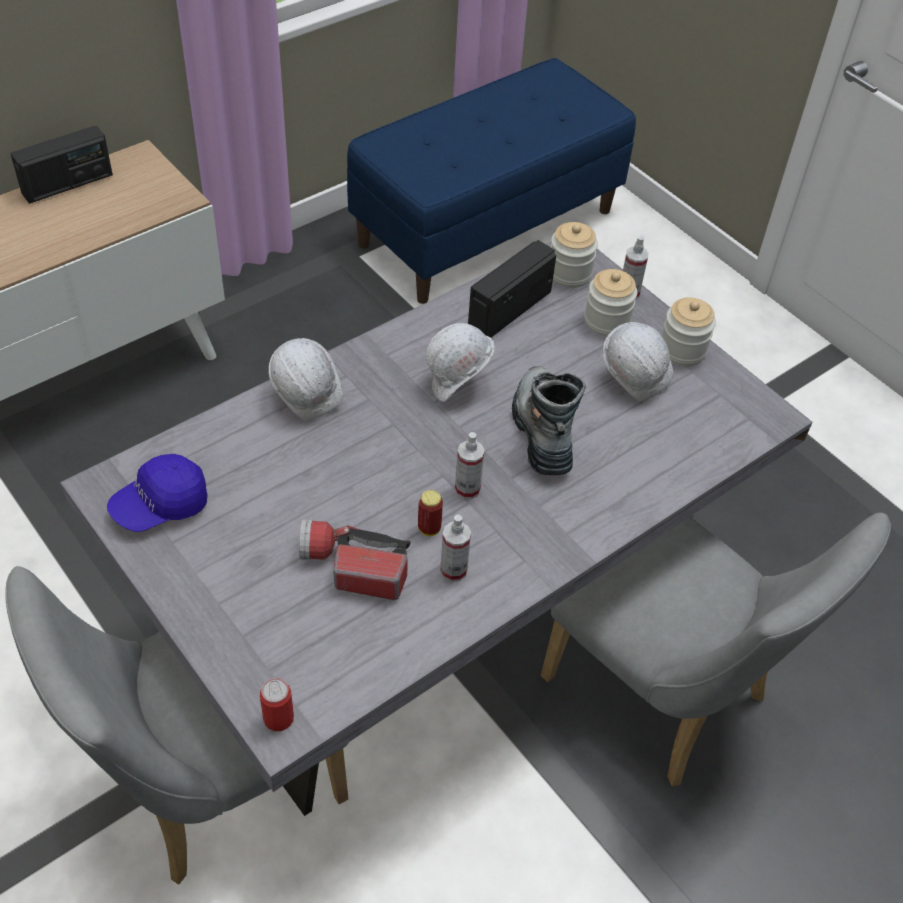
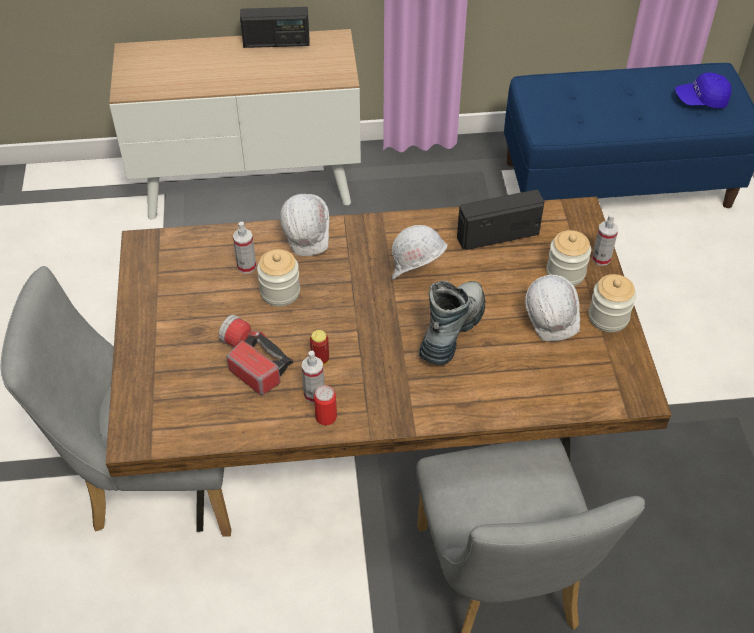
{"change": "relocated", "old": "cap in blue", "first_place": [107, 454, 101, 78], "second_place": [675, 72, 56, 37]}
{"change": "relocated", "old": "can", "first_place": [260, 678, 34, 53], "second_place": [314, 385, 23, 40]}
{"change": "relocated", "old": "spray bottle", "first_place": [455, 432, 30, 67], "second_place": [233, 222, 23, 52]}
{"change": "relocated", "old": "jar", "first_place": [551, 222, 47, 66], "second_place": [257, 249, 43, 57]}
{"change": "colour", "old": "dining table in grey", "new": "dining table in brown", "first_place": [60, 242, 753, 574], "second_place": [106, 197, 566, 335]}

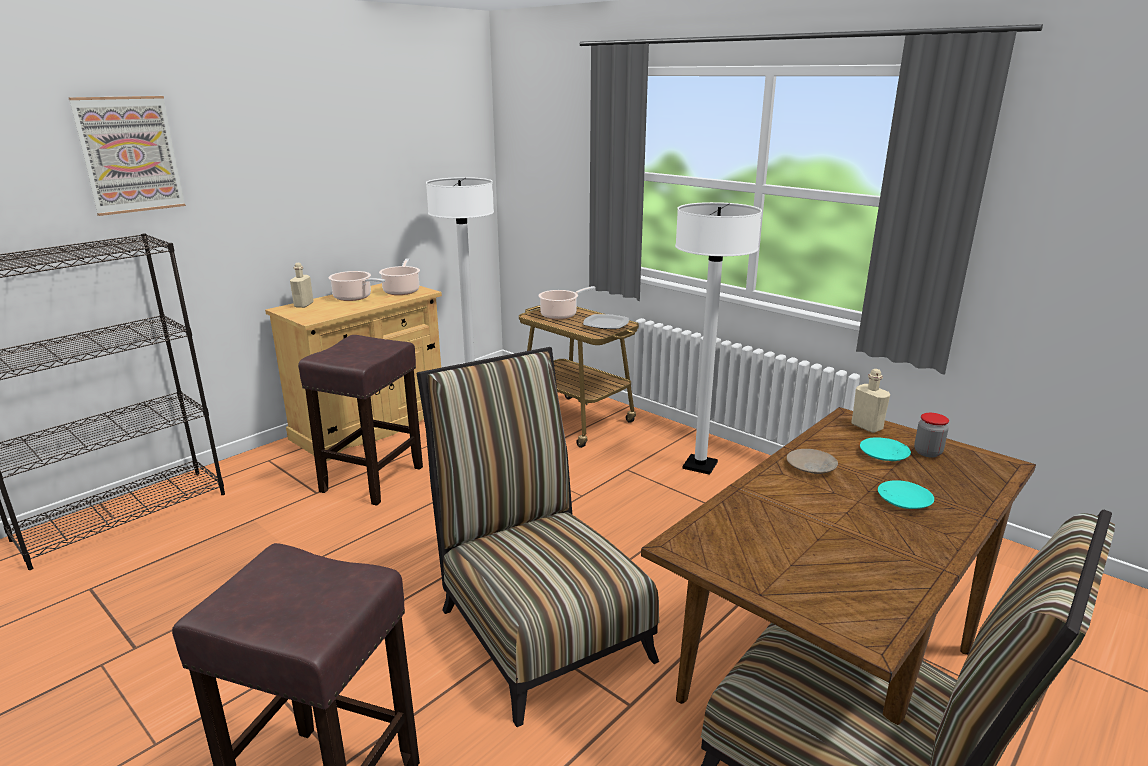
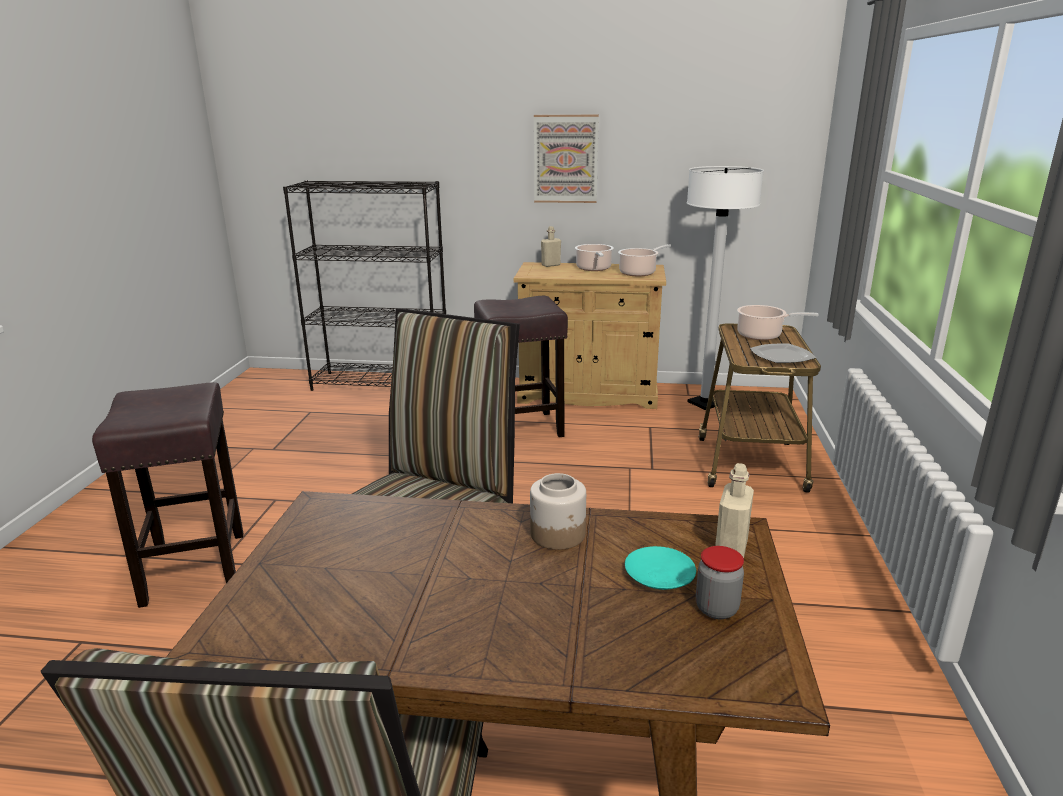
{"change": "missing", "old": "floor lamp in white", "first_place": [675, 202, 87, 273]}
{"change": "missing", "old": "plate in turquoise", "first_place": [878, 480, 56, 29]}
{"change": "relocated", "old": "picture", "first_place": [69, 96, 117, 120], "second_place": [534, 115, 65, 88]}
{"change": "exchanged", "old": "plate in beige", "new": "jar", "first_place": [787, 449, 51, 25], "second_place": [530, 473, 56, 77]}

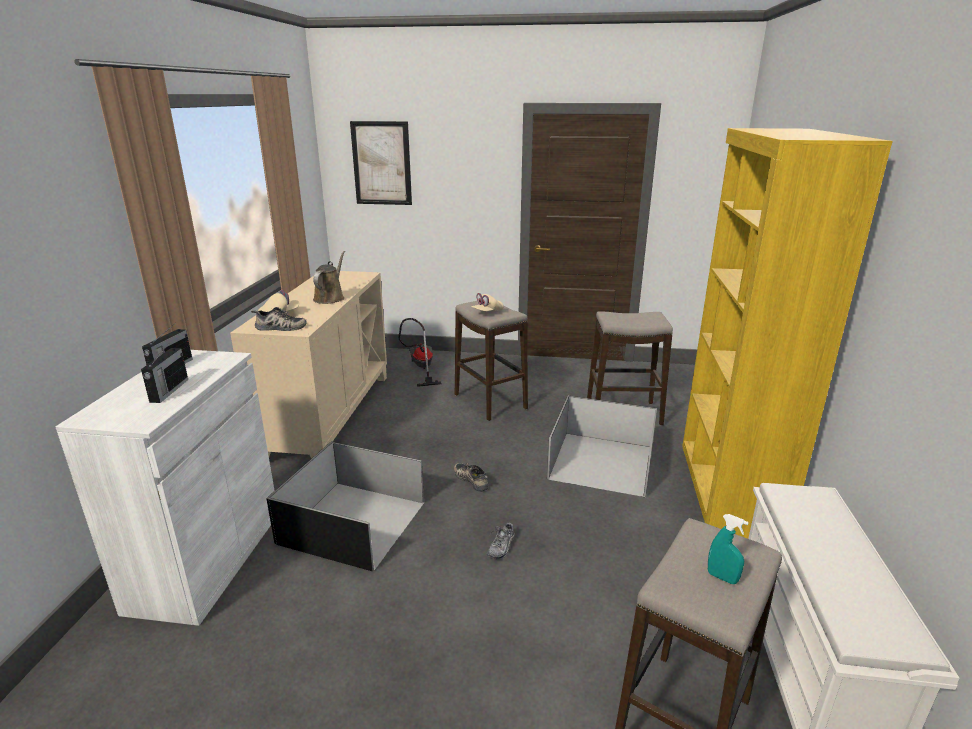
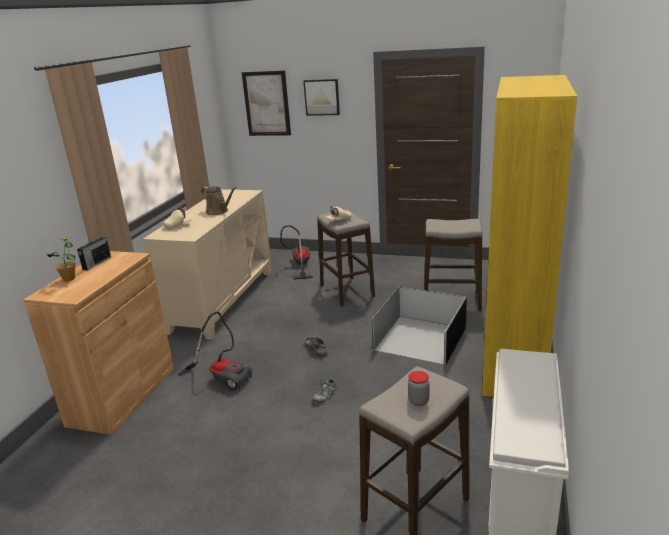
{"change": "missing", "old": "radio", "first_place": [141, 341, 47, 62]}
{"change": "missing", "old": "shoe", "first_place": [251, 307, 56, 24]}
{"change": "appeared", "new": "potted plant", "second_place": [46, 238, 30, 43]}
{"change": "appeared", "new": "picture", "second_place": [303, 79, 37, 37]}
{"change": "exchanged", "old": "storage box in black", "new": "vacuum cleaner", "first_place": [266, 441, 159, 131], "second_place": [178, 311, 74, 79]}
{"change": "exchanged", "old": "spray bottle in turquoise", "new": "jar", "first_place": [708, 514, 41, 70], "second_place": [408, 371, 21, 35]}
{"change": "colour", "old": "cabinet in white", "new": "cabinet in brown", "first_place": [55, 350, 220, 276], "second_place": [24, 251, 150, 184]}
{"change": "spun", "old": "watering can in brown", "first_place": [313, 251, 32, 53], "second_place": [201, 186, 35, 29], "degrees": 105}

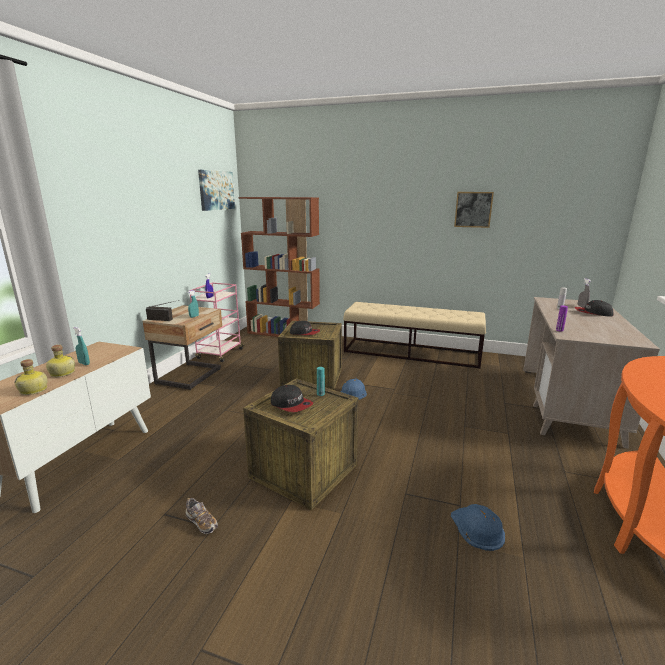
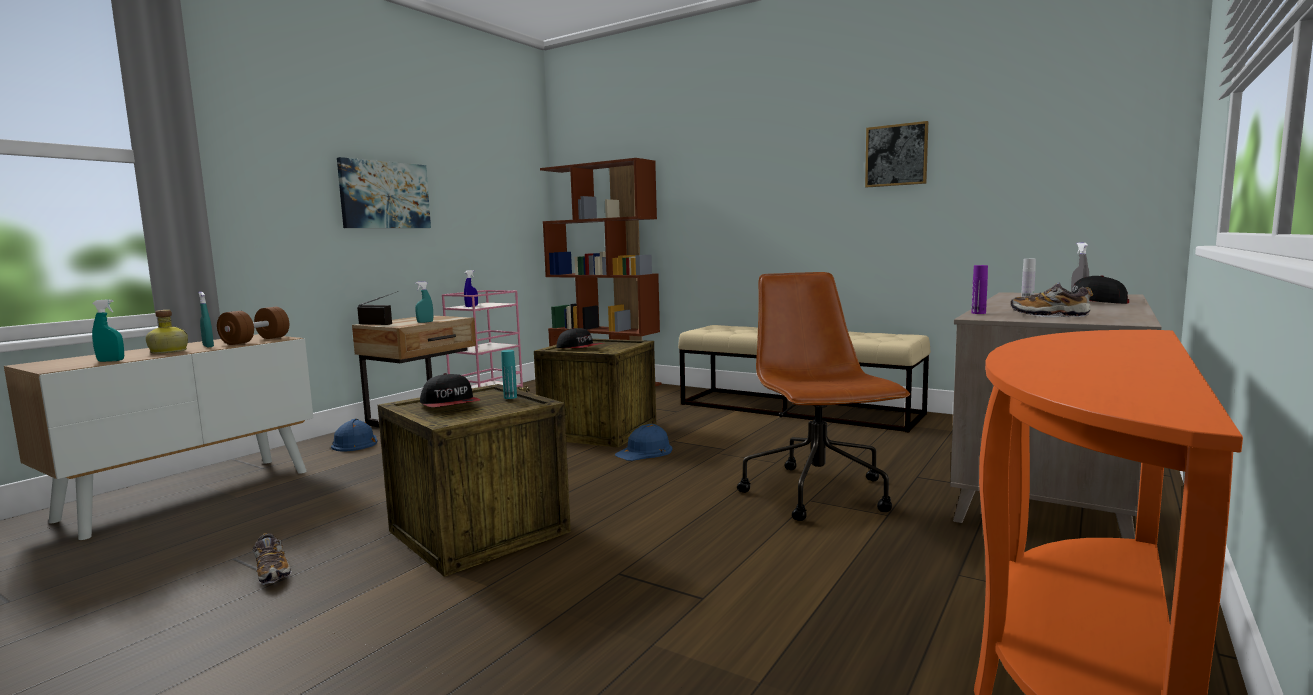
{"change": "appeared", "new": "dumbbell in brown", "second_place": [217, 307, 72, 38]}
{"change": "appeared", "new": "office chair in brown", "second_place": [737, 272, 173, 249]}
{"change": "appeared", "new": "shoe", "second_place": [1011, 282, 82, 35]}
{"change": "relocated", "old": "picture", "first_place": [198, 170, 37, 41], "second_place": [337, 157, 94, 71]}
{"change": "relocated", "old": "hard hat in blue", "first_place": [451, 504, 54, 47], "second_place": [331, 419, 47, 32]}
{"change": "exchanged", "old": "bottle", "new": "spray bottle in turquoise", "first_place": [14, 359, 33, 36], "second_place": [92, 299, 32, 63]}

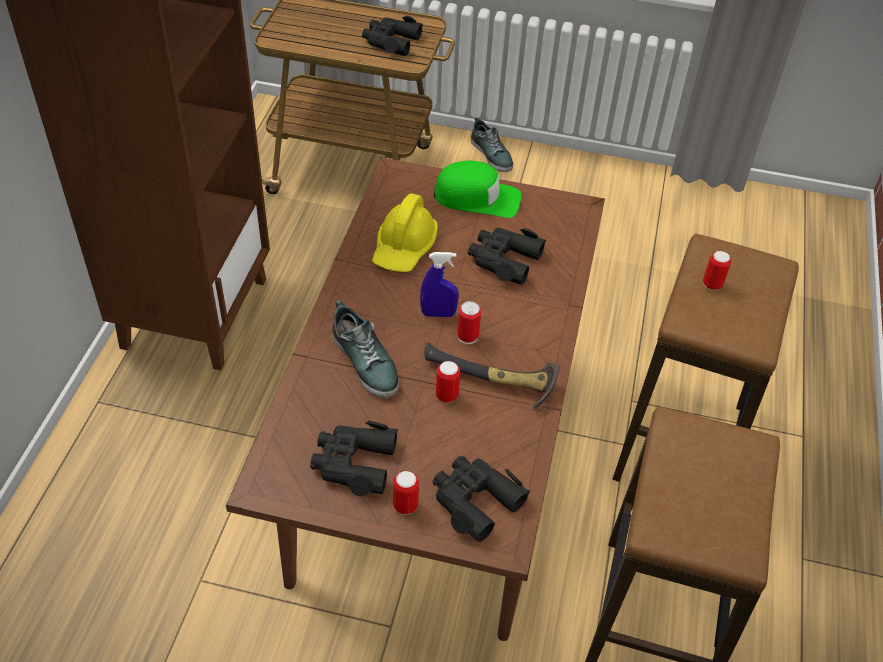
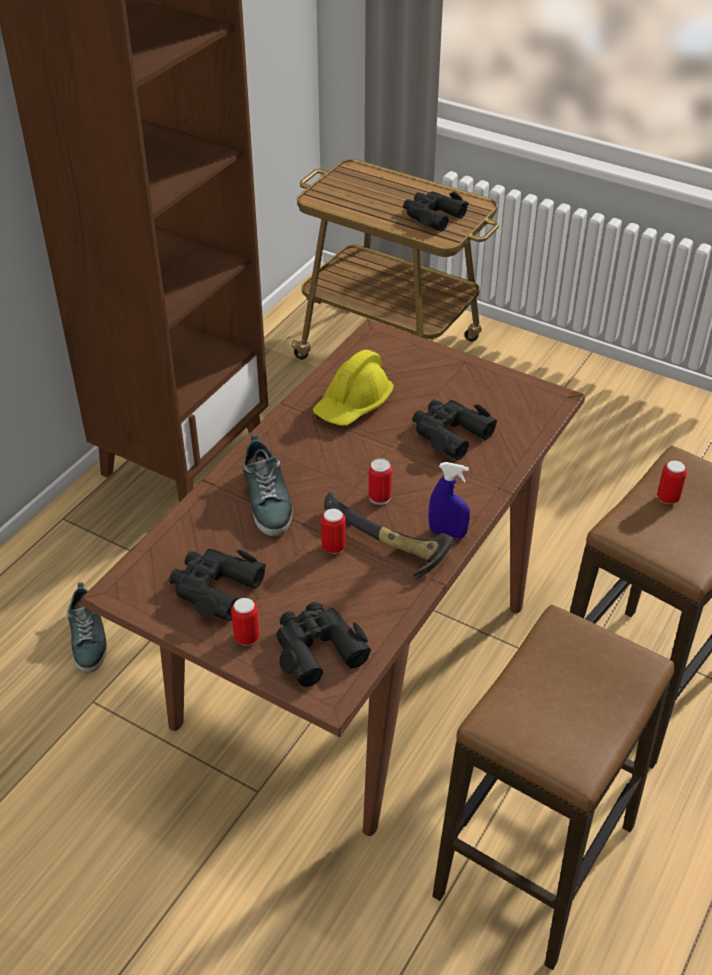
{"change": "missing", "old": "cap in green", "first_place": [434, 161, 87, 57]}
{"change": "relocated", "old": "spray bottle in blue", "first_place": [420, 252, 39, 65], "second_place": [429, 462, 41, 77]}
{"change": "relocated", "old": "shoe", "first_place": [470, 118, 43, 54], "second_place": [67, 582, 40, 91]}

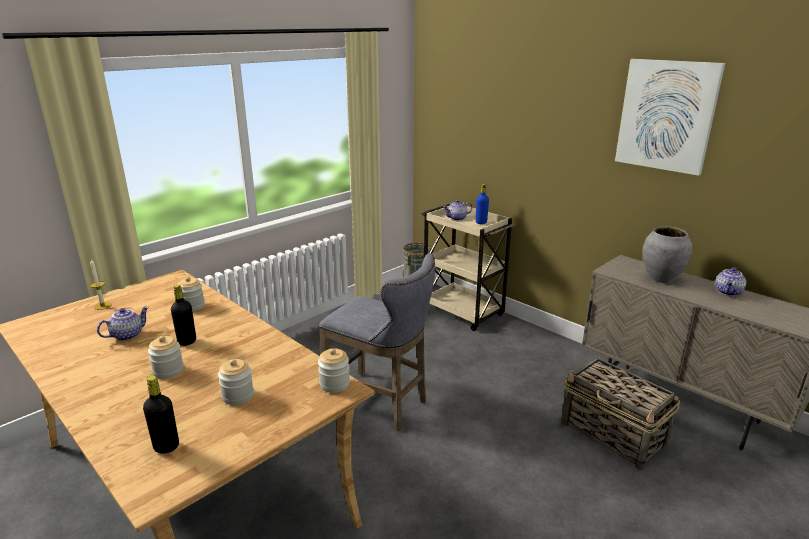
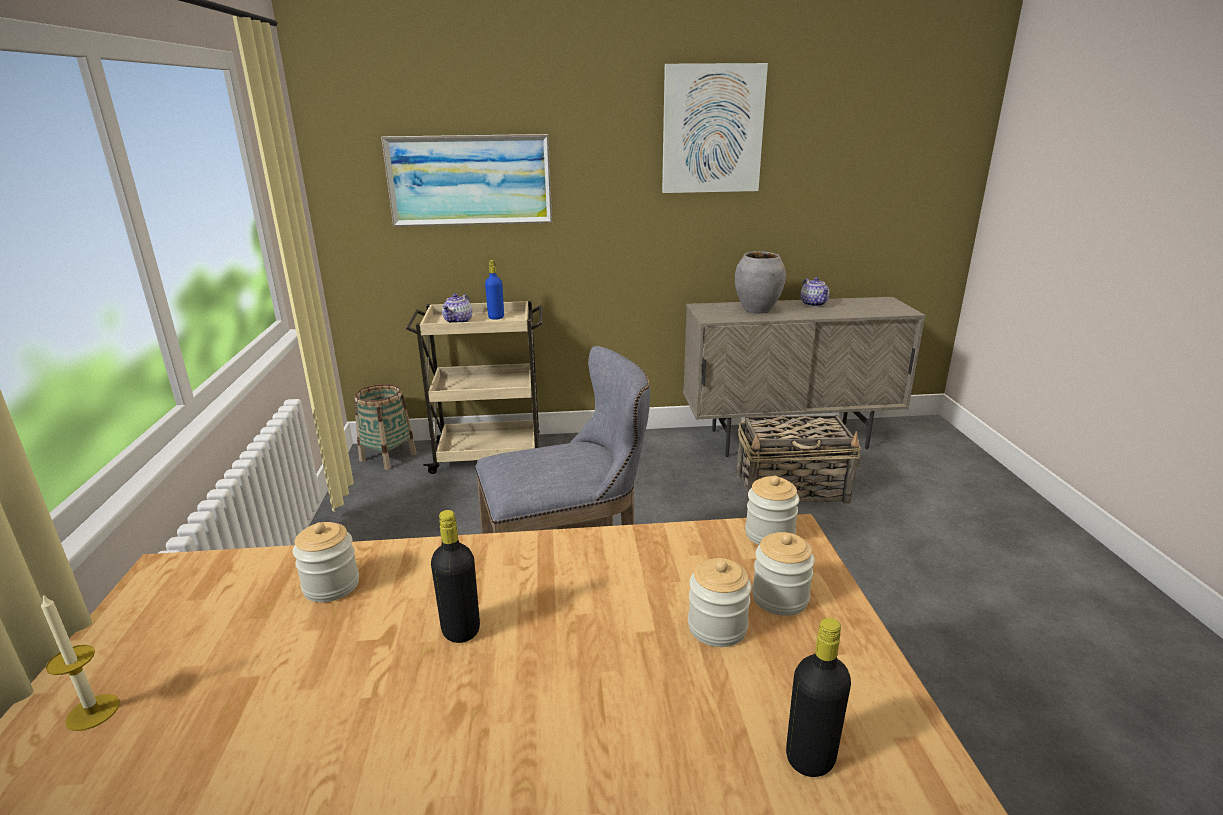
{"change": "missing", "old": "teapot", "first_place": [97, 307, 52, 34]}
{"change": "appeared", "new": "picture", "second_place": [381, 134, 171, 93]}
{"change": "relocated", "old": "jar", "first_place": [148, 336, 36, 43], "second_place": [752, 532, 63, 84]}

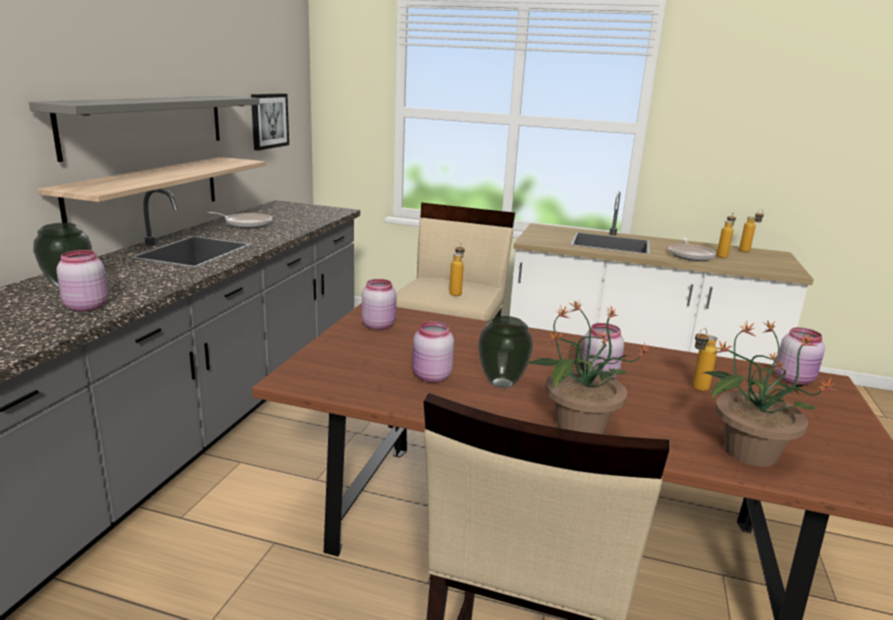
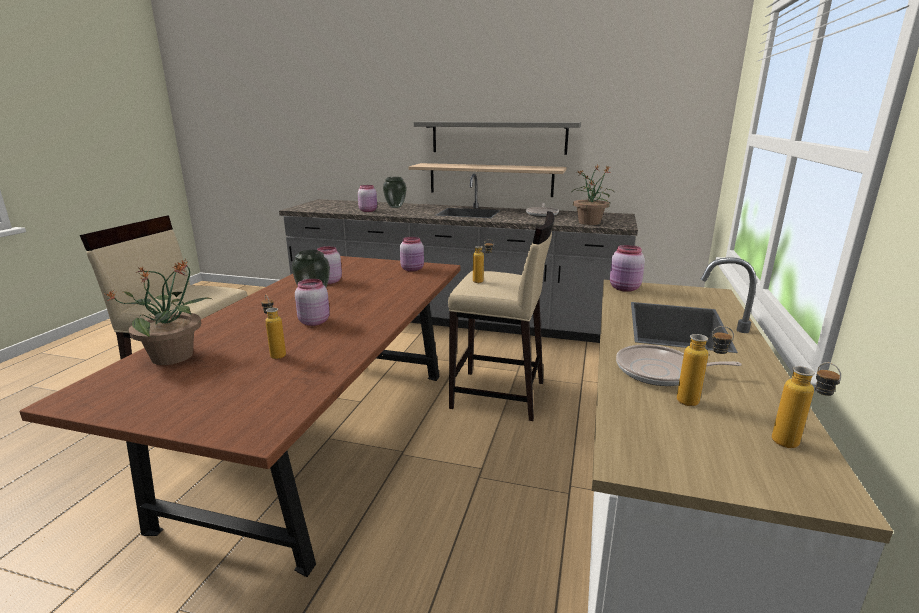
{"change": "missing", "old": "picture", "first_place": [251, 93, 38, 57]}
{"change": "relocated", "old": "potted plant", "first_place": [525, 301, 125, 133], "second_place": [573, 165, 41, 60]}
{"change": "relocated", "old": "jar in pink", "first_place": [775, 327, 50, 58], "second_place": [610, 245, 35, 47]}

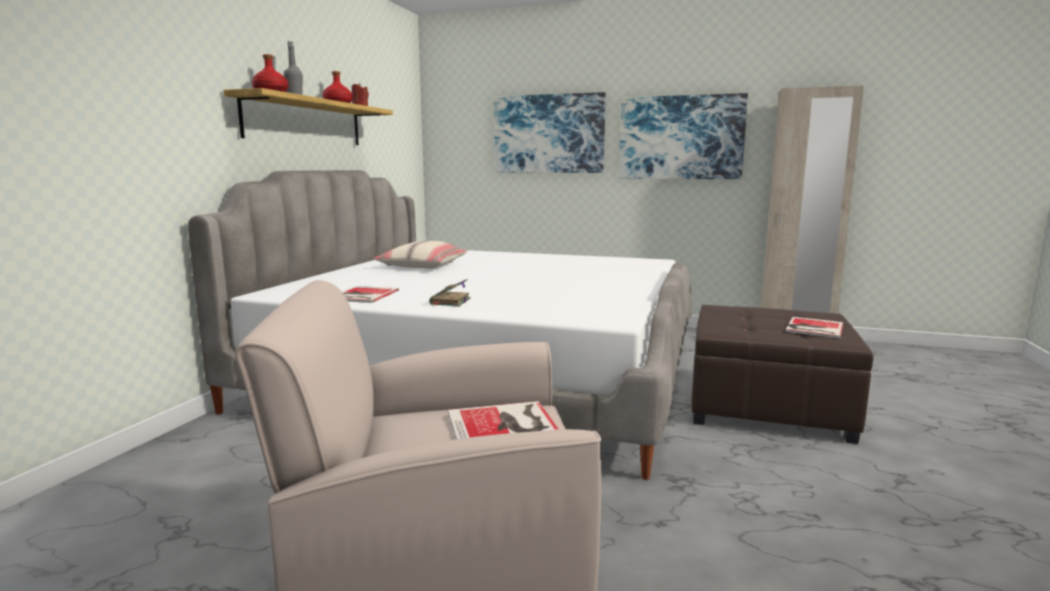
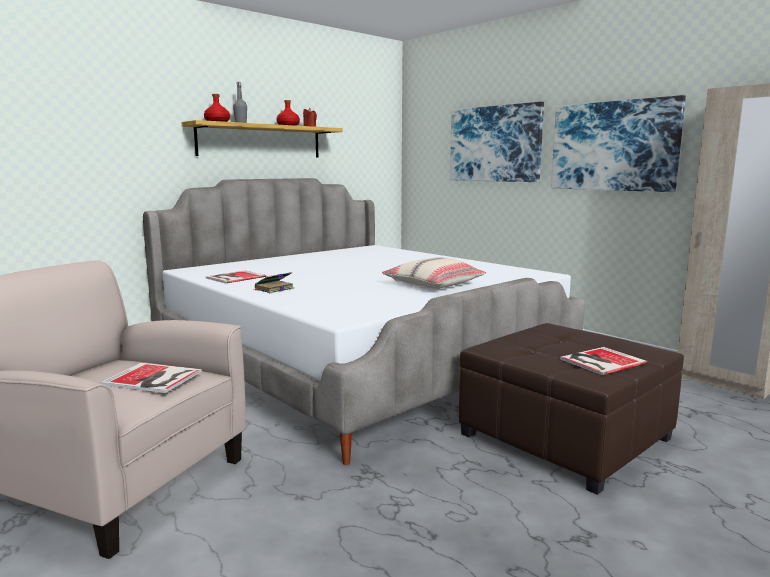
{"change": "relocated", "old": "pillow in beige", "first_place": [373, 241, 94, 28], "second_place": [382, 257, 104, 32]}

